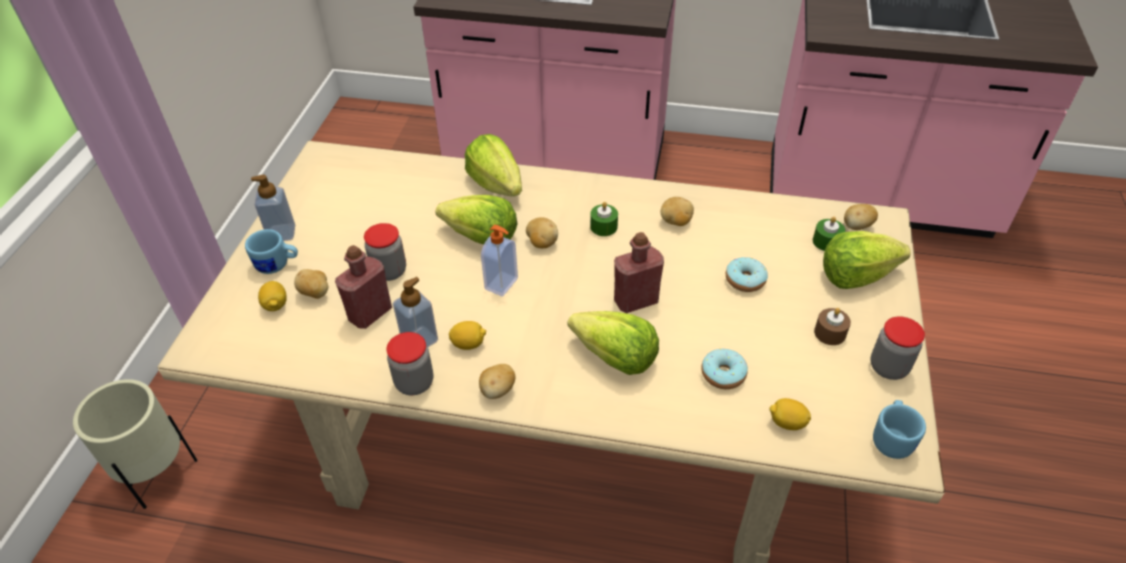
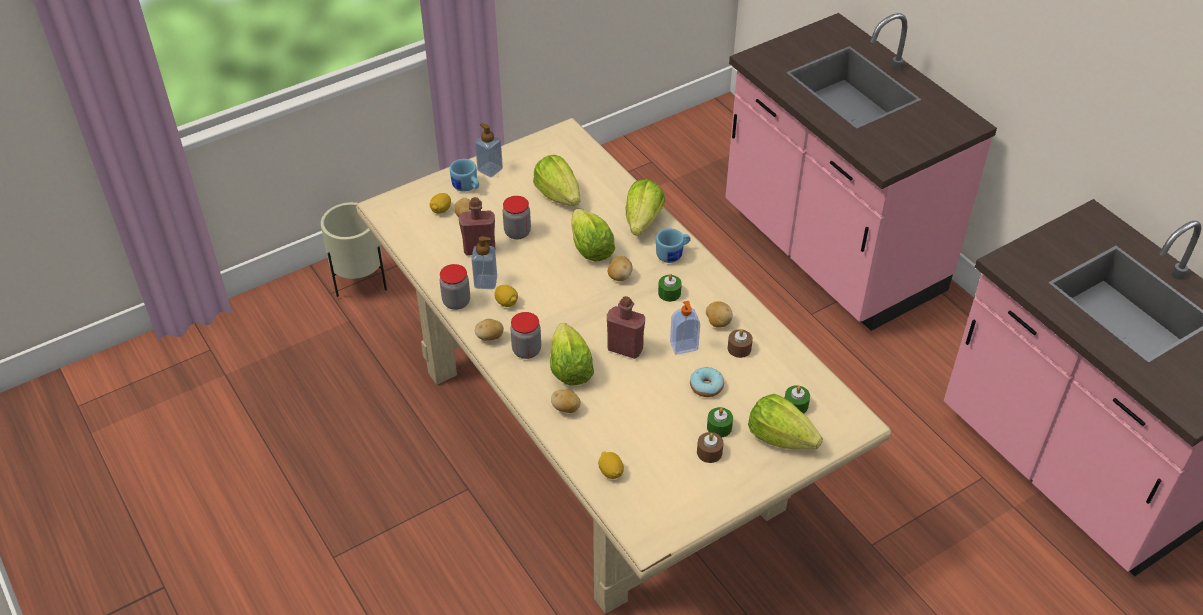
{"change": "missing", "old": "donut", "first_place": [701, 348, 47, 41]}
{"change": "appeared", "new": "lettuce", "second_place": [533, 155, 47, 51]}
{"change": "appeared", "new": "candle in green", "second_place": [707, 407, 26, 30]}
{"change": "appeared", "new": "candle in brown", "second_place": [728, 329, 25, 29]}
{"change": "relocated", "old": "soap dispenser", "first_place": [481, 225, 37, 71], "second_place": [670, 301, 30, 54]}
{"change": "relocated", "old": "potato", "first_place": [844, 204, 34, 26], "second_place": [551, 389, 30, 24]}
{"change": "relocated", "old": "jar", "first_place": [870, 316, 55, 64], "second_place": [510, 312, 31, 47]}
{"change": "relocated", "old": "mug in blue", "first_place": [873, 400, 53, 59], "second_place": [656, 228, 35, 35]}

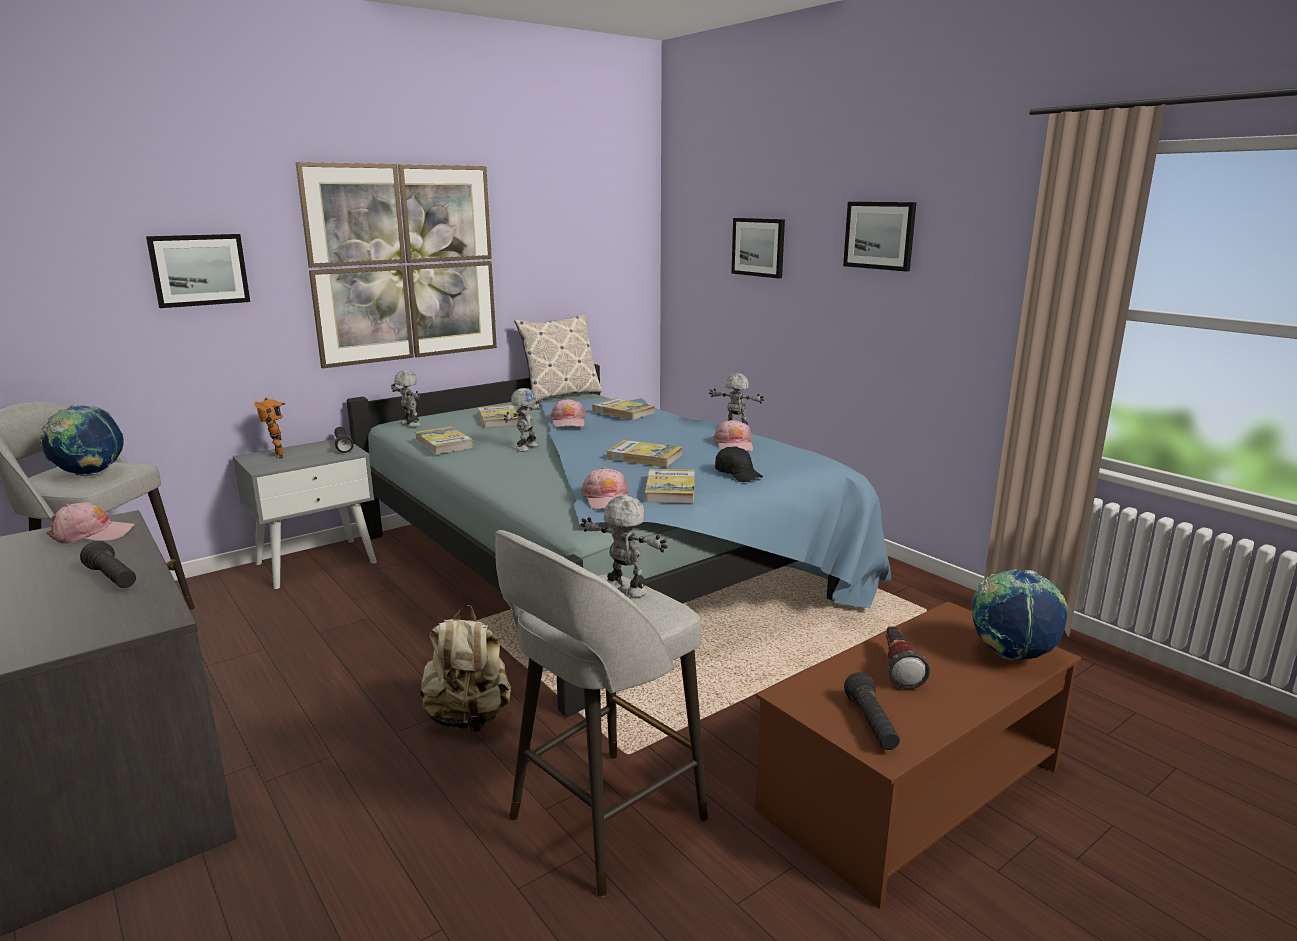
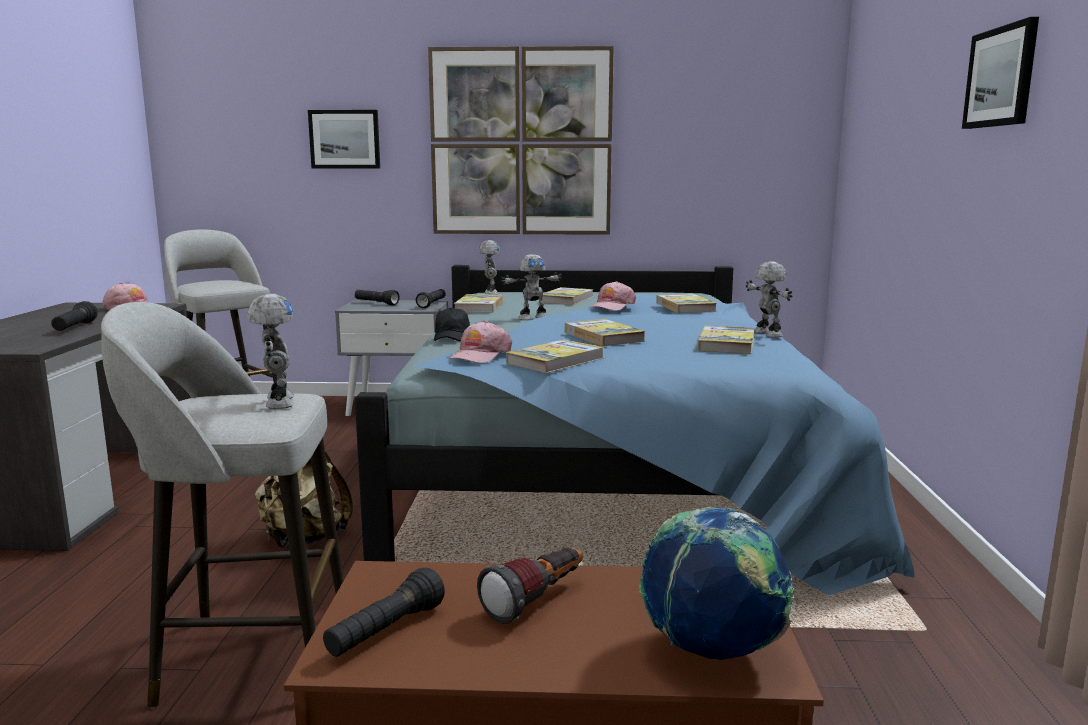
{"change": "missing", "old": "globe", "first_place": [39, 405, 85, 71]}
{"change": "missing", "old": "pillow", "first_place": [514, 314, 88, 89]}
{"change": "missing", "old": "picture", "first_place": [731, 218, 54, 61]}
{"change": "relocated", "old": "cap in black", "first_place": [715, 446, 48, 36], "second_place": [434, 308, 36, 33]}
{"change": "exchanged", "old": "toy robot", "new": "flashlight in black", "first_place": [254, 398, 31, 61], "second_place": [355, 290, 45, 16]}
{"change": "exchanged", "old": "cap in pink", "new": "book", "first_place": [713, 419, 40, 32], "second_place": [698, 326, 56, 28]}

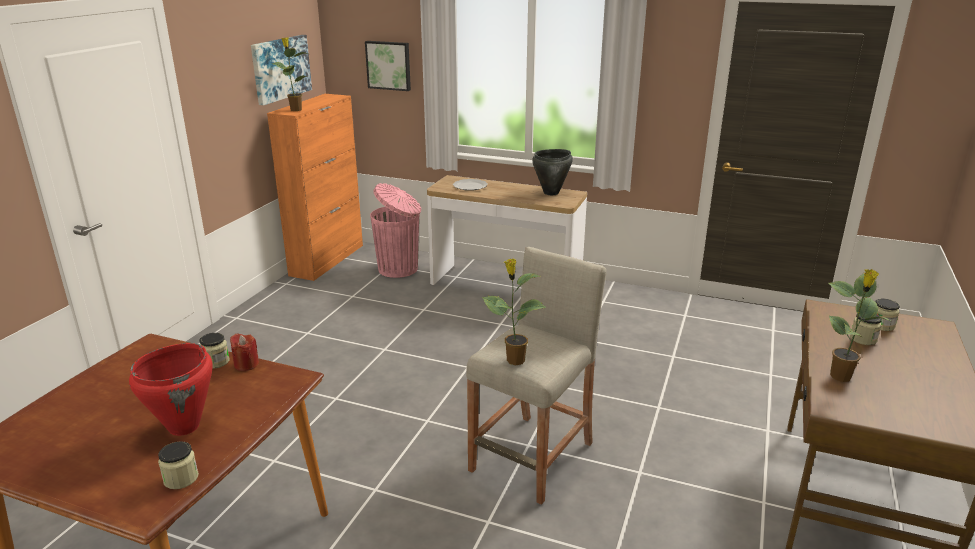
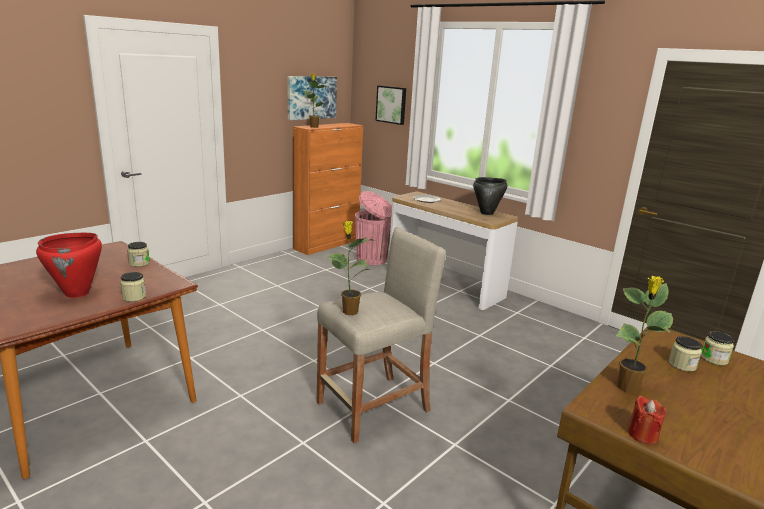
{"change": "relocated", "old": "jar", "first_place": [158, 441, 41, 48], "second_place": [120, 272, 26, 30]}
{"change": "relocated", "old": "candle in red", "first_place": [230, 333, 29, 38], "second_place": [628, 395, 38, 49]}

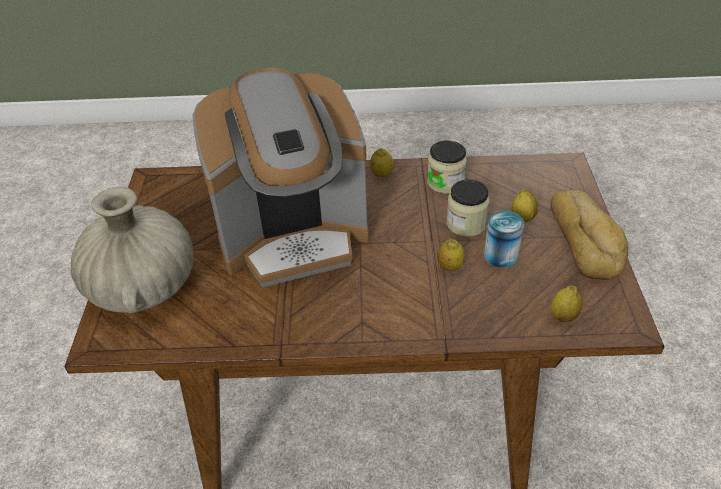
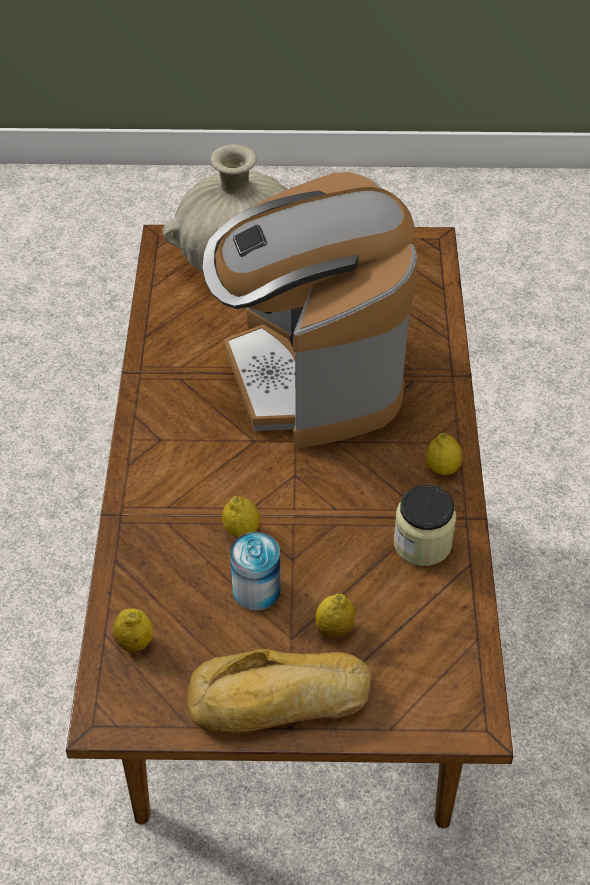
{"change": "missing", "old": "jar", "first_place": [446, 179, 44, 58]}

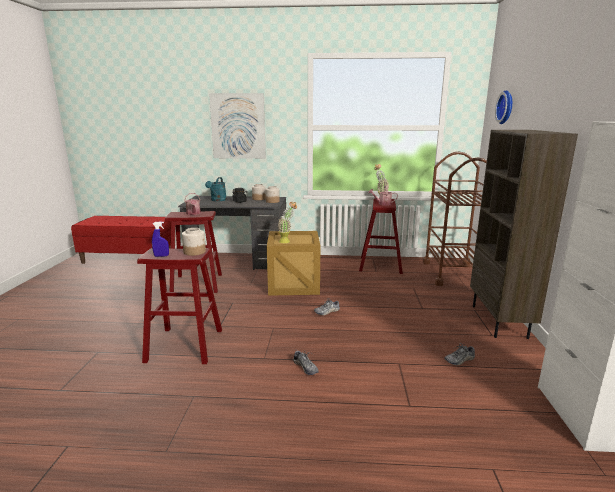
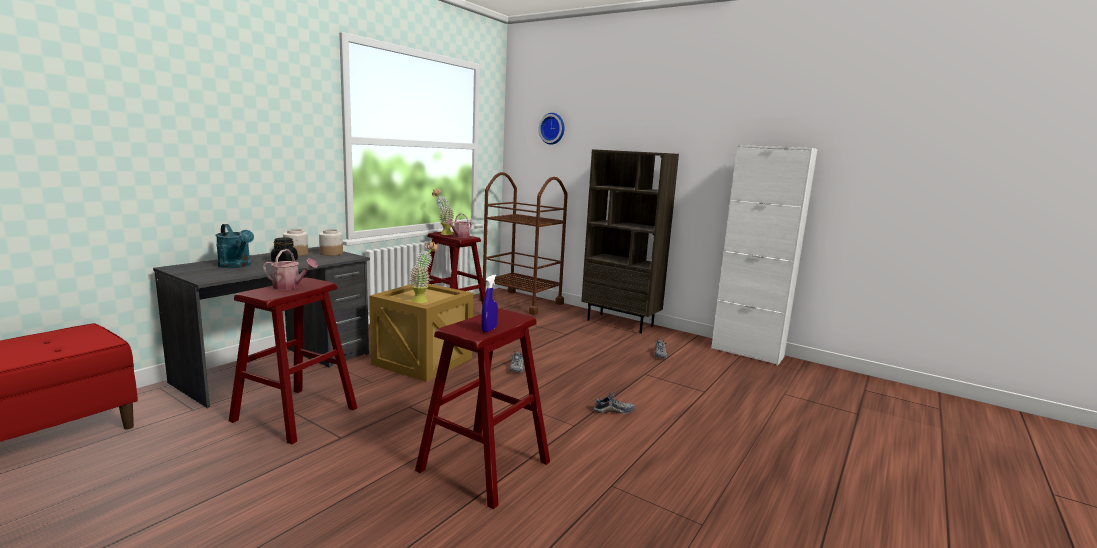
{"change": "missing", "old": "jar", "first_place": [182, 228, 24, 28]}
{"change": "missing", "old": "picture", "first_place": [209, 93, 57, 66]}

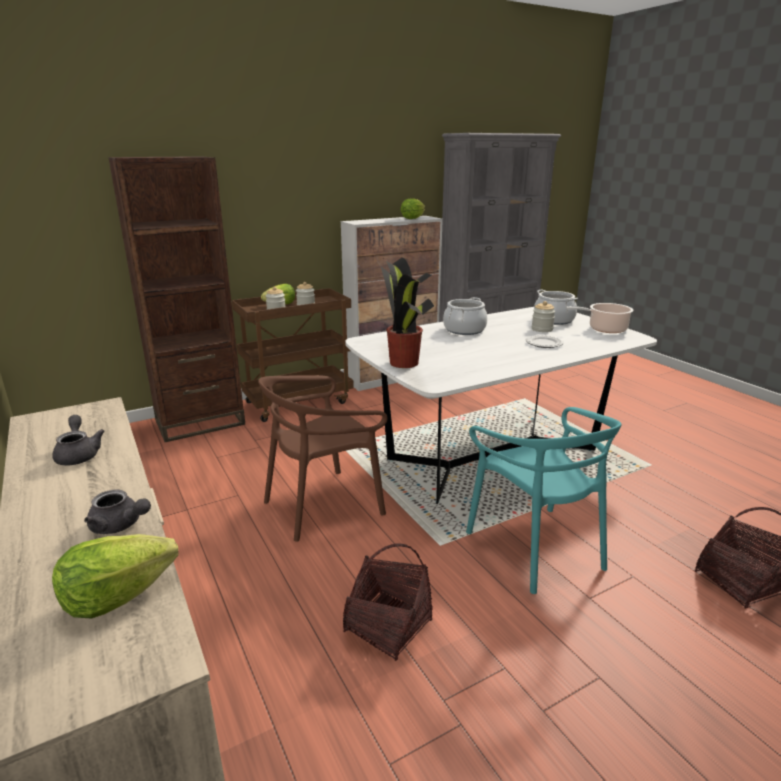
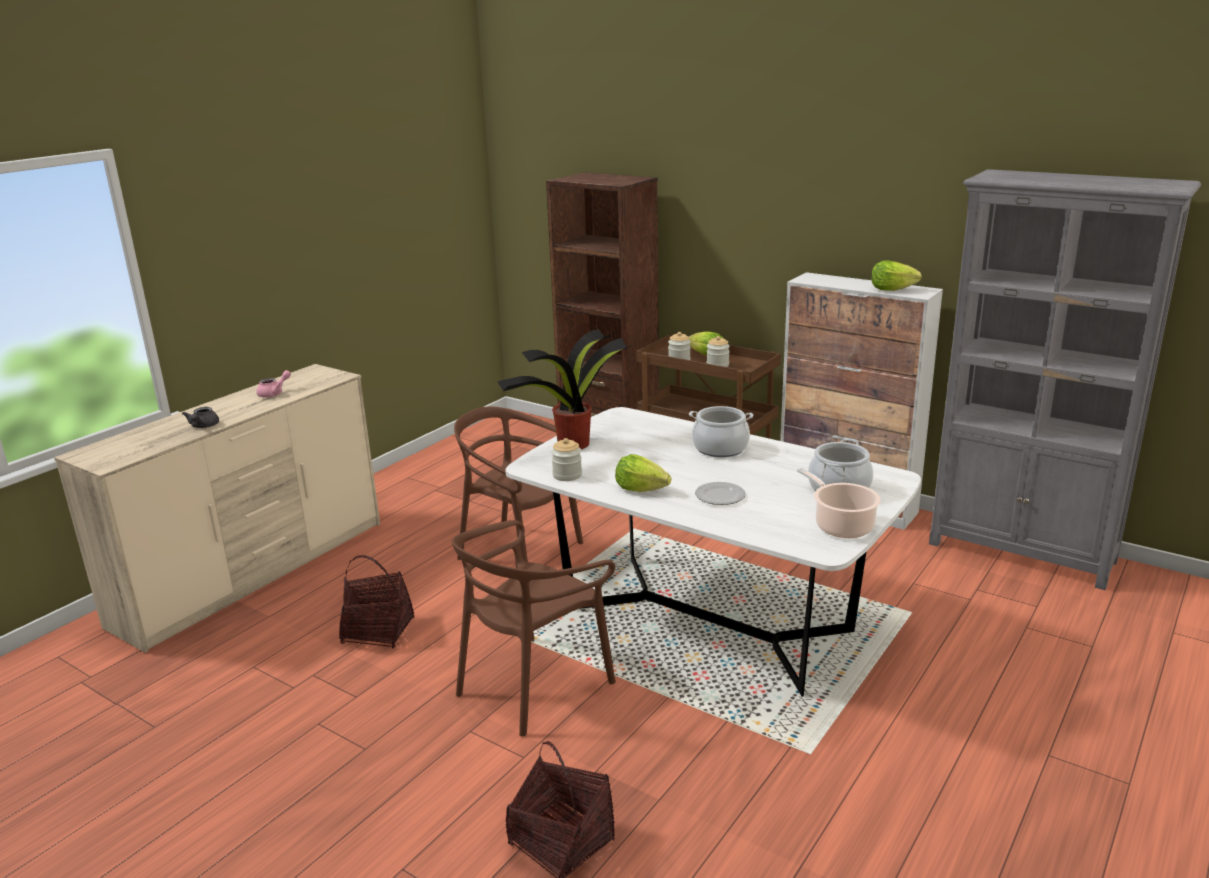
{"change": "relocated", "old": "lettuce", "first_place": [52, 534, 126, 85], "second_place": [615, 454, 56, 38]}
{"change": "relocated", "old": "jar", "first_place": [532, 301, 23, 31], "second_place": [551, 438, 31, 43]}
{"change": "colour", "old": "teapot in grey", "new": "teapot in pink", "first_place": [52, 415, 53, 50], "second_place": [257, 370, 34, 28]}
{"change": "colour", "old": "chair in turquoise", "new": "chair in brown", "first_place": [466, 407, 155, 187], "second_place": [452, 520, 164, 216]}

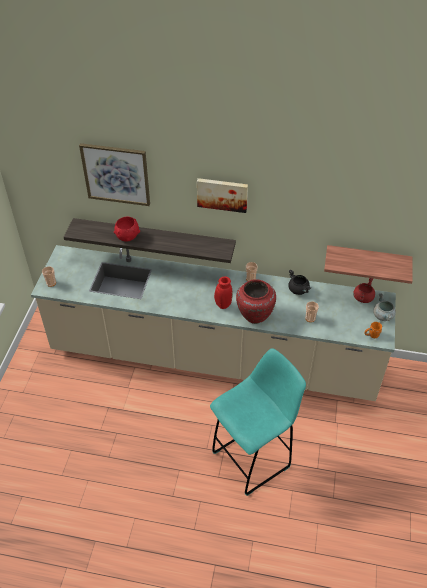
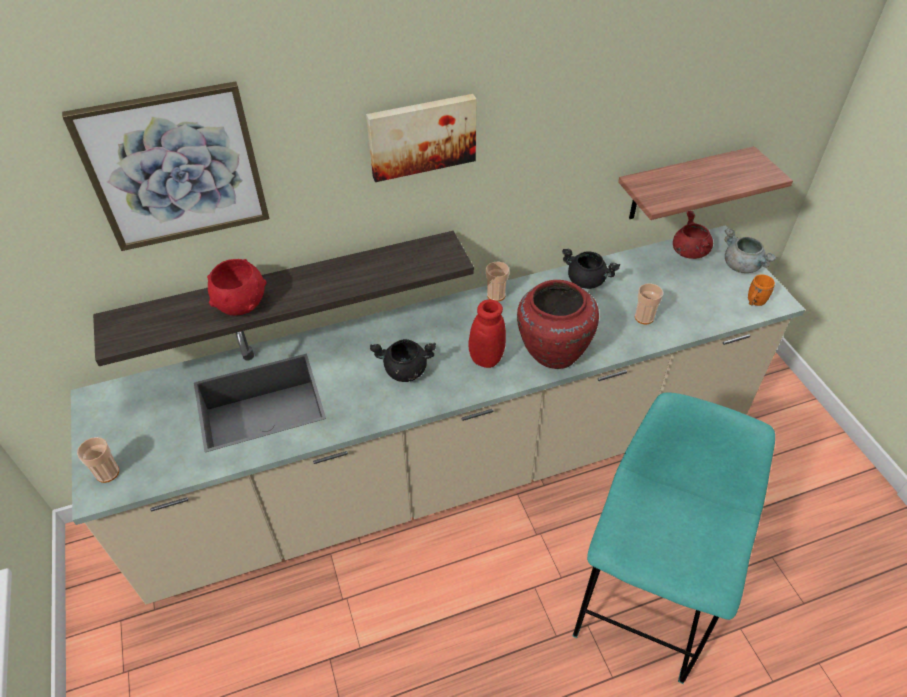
{"change": "appeared", "new": "cooking pot in black", "second_place": [370, 339, 66, 43]}

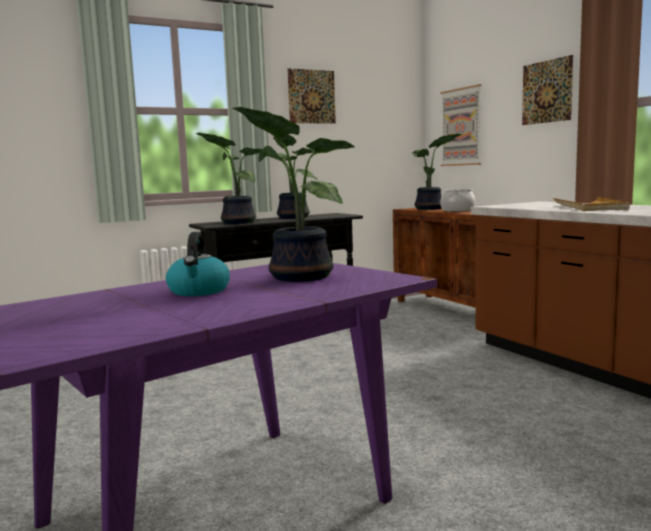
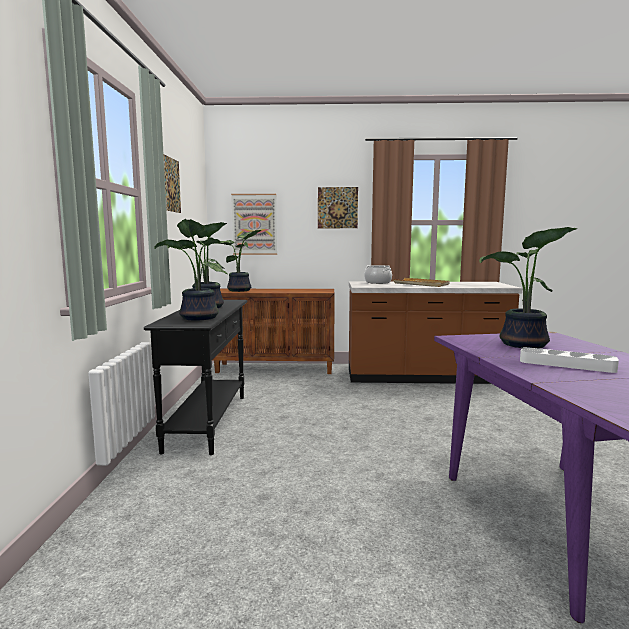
{"change": "relocated", "old": "cooking pot", "first_place": [441, 189, 34, 23], "second_place": [364, 265, 28, 19]}
{"change": "exchanged", "old": "kettle", "new": "tray in white", "first_place": [166, 232, 64, 64], "second_place": [520, 347, 99, 26]}

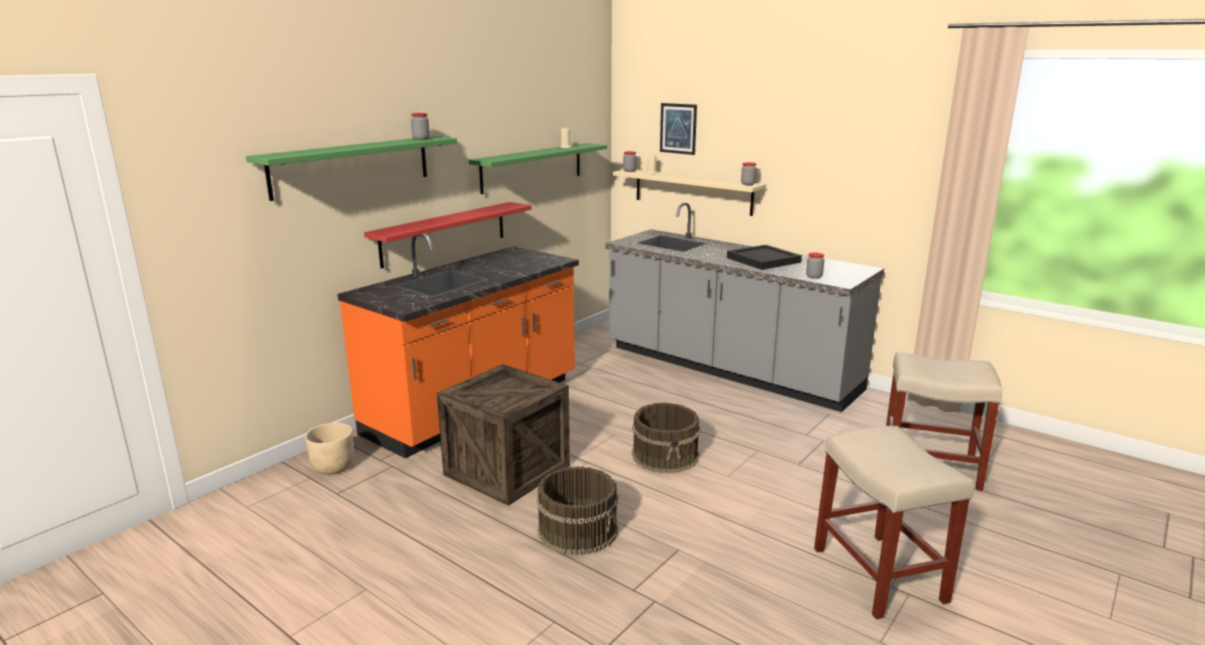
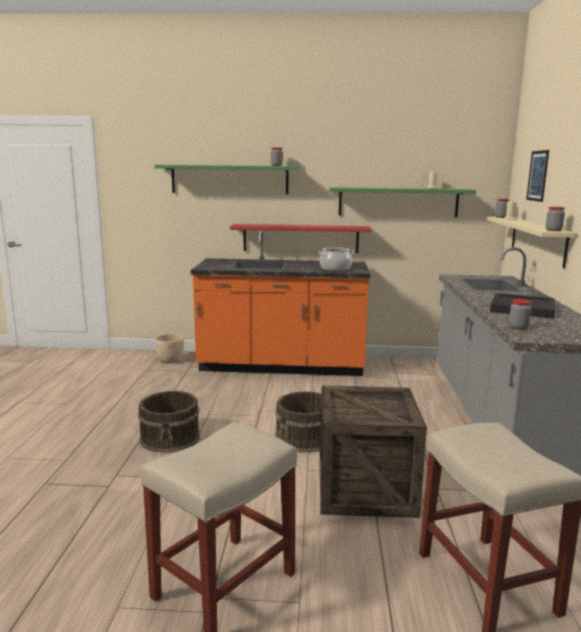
{"change": "appeared", "new": "cooking pot", "second_place": [319, 247, 35, 24]}
{"change": "relocated", "old": "crate", "first_place": [437, 364, 133, 142], "second_place": [320, 386, 107, 132]}

